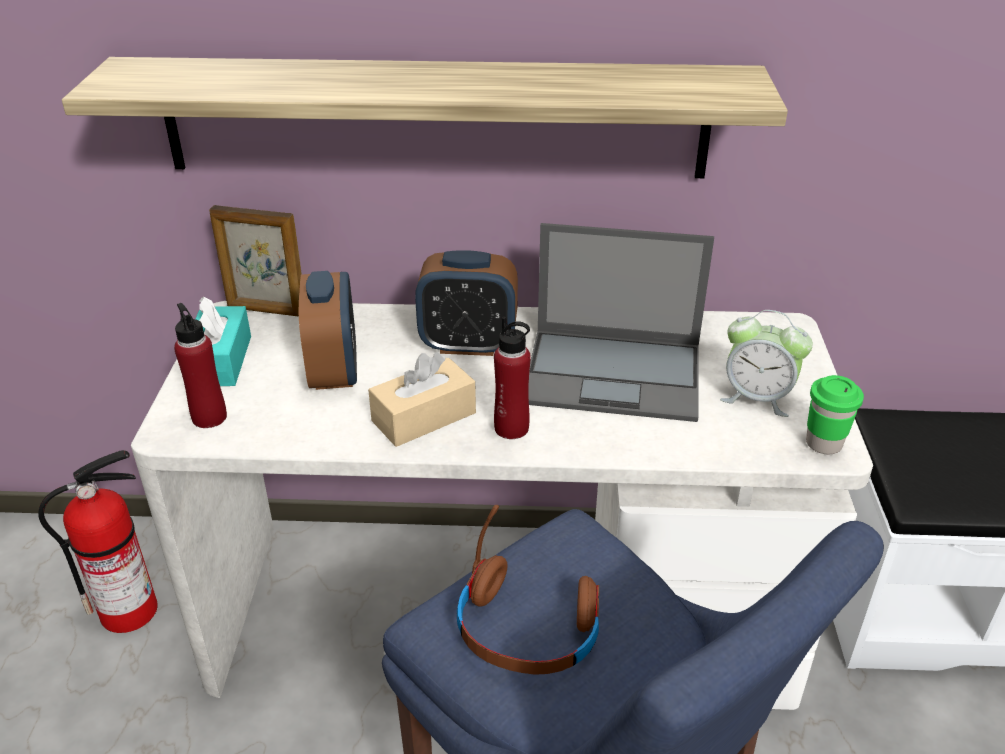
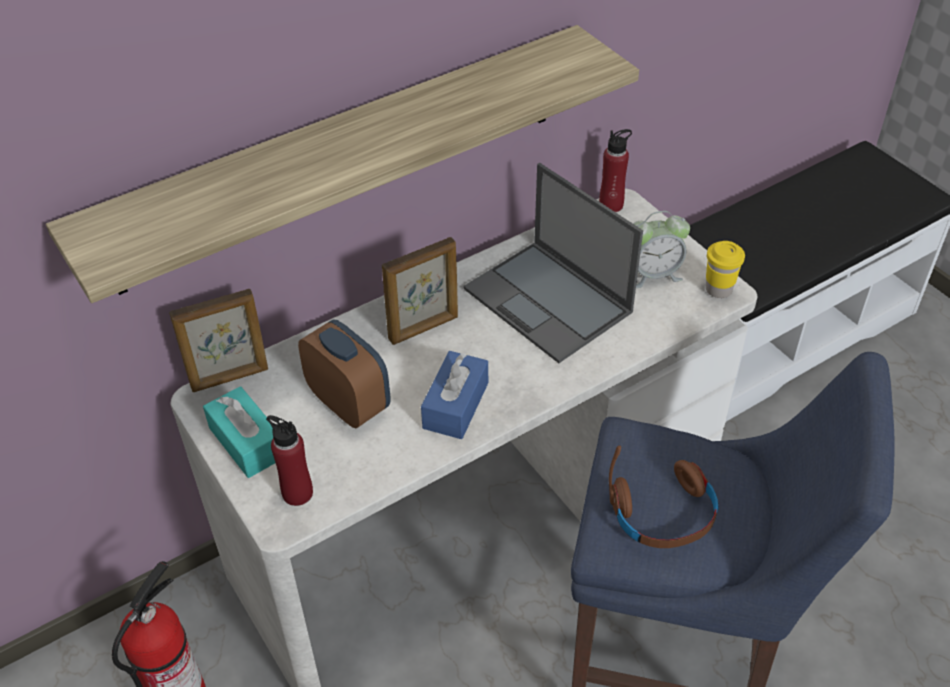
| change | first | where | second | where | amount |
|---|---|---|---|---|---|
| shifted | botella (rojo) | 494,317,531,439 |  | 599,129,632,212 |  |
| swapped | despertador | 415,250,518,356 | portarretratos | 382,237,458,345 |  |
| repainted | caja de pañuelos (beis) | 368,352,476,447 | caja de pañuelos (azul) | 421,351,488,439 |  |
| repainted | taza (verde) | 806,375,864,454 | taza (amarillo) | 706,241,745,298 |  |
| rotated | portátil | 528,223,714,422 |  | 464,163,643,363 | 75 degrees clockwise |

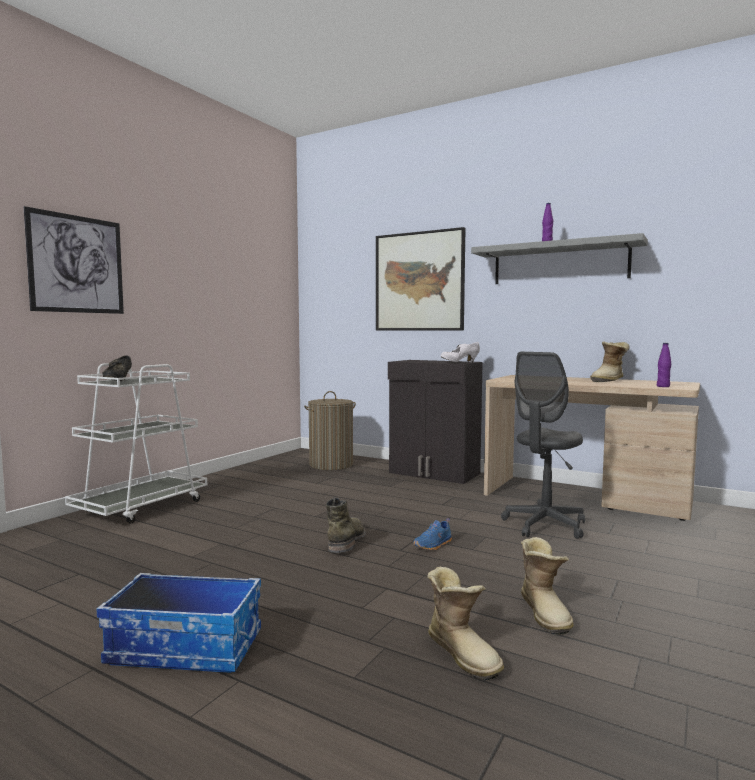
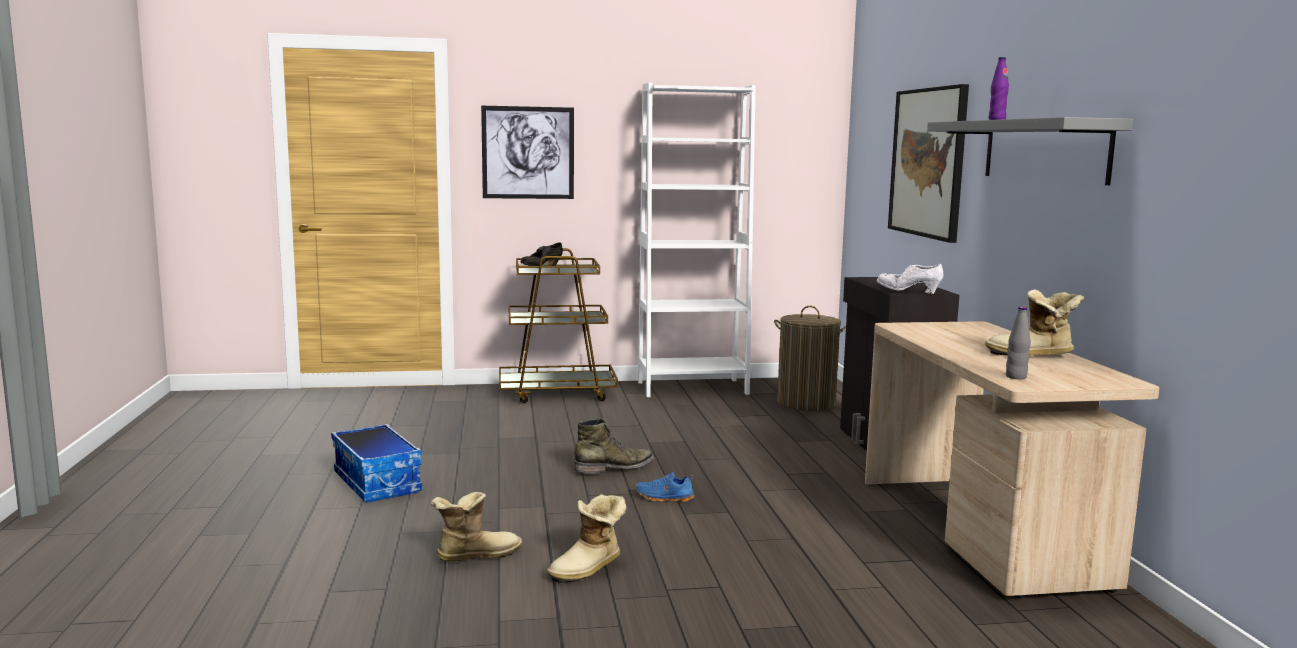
| change | first | where | second | where | amount |
|---|---|---|---|---|---|
| gone | silla de oficina (gris) | 501,352,585,539 |  |  |  |
| new |  |  | estantería (blanco) | 638,82,756,397 |  |
| repainted | carrito (blanco) | 65,363,207,524 | carrito (marrón) | 499,248,618,403 |  |
| repainted | botella (morado) | 657,343,671,387 | botella (gris) | 1006,307,1031,379 |  |
| rotated | bota | 427,567,504,681 |  | 430,492,522,562 | 135 degrees counterclockwise |

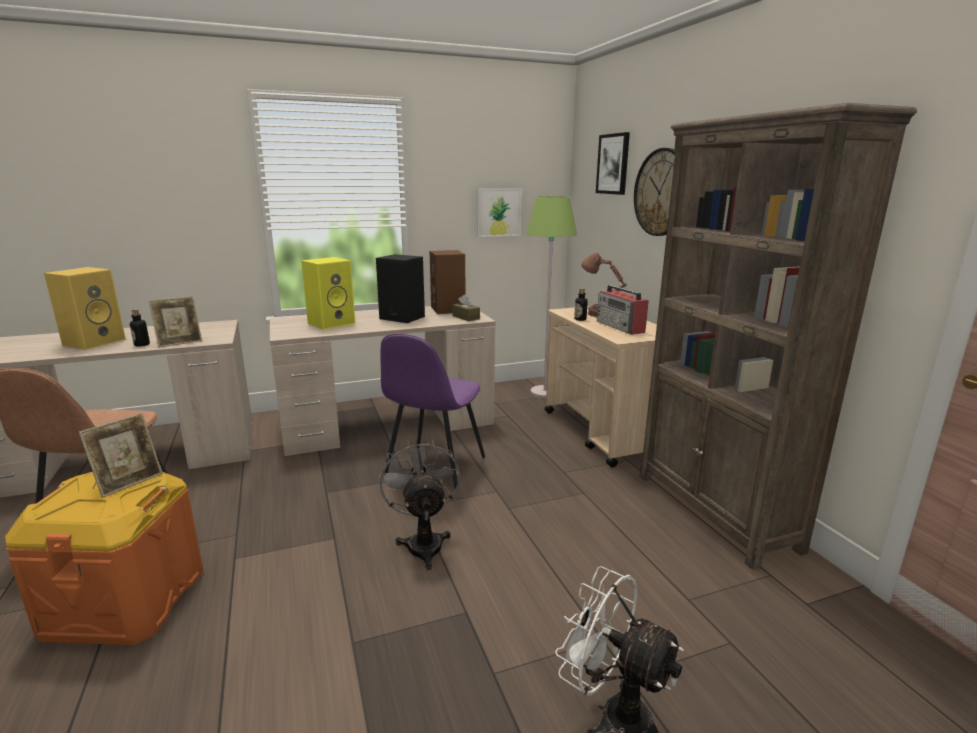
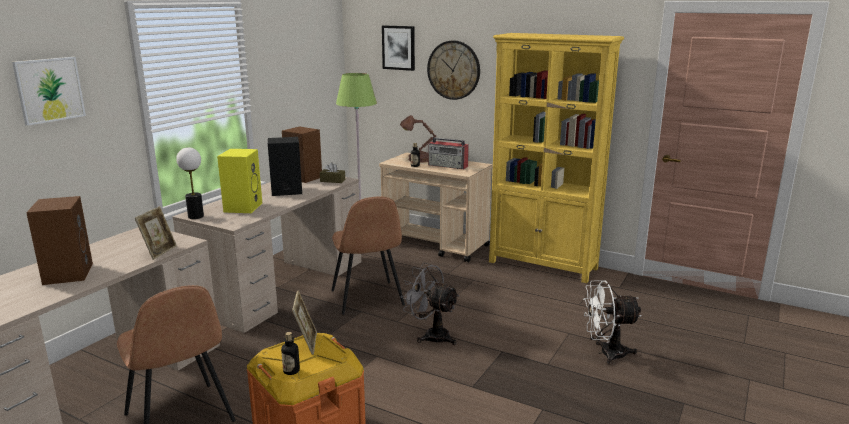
| change | first | where | second | where | amount |
|---|---|---|---|---|---|
| new |  |  | lámpara de mesa | 176,147,204,219 |  |
| shifted | botella | 130,309,150,347 |  | 281,332,300,375 |  |
| shifted | cuadro | 477,188,522,237 |  | 12,57,86,126 |  |
| repainted | altavoz (amarillo) | 44,267,126,350 | altavoz (marrón) | 26,196,93,285 |  |
| repainted | silla (morado) | 380,334,485,490 | silla (marrón) | 331,196,405,315 |  |
| repainted | estantería (marrón) | 640,103,917,570 | estantería (amarillo) | 489,33,624,283 |  |

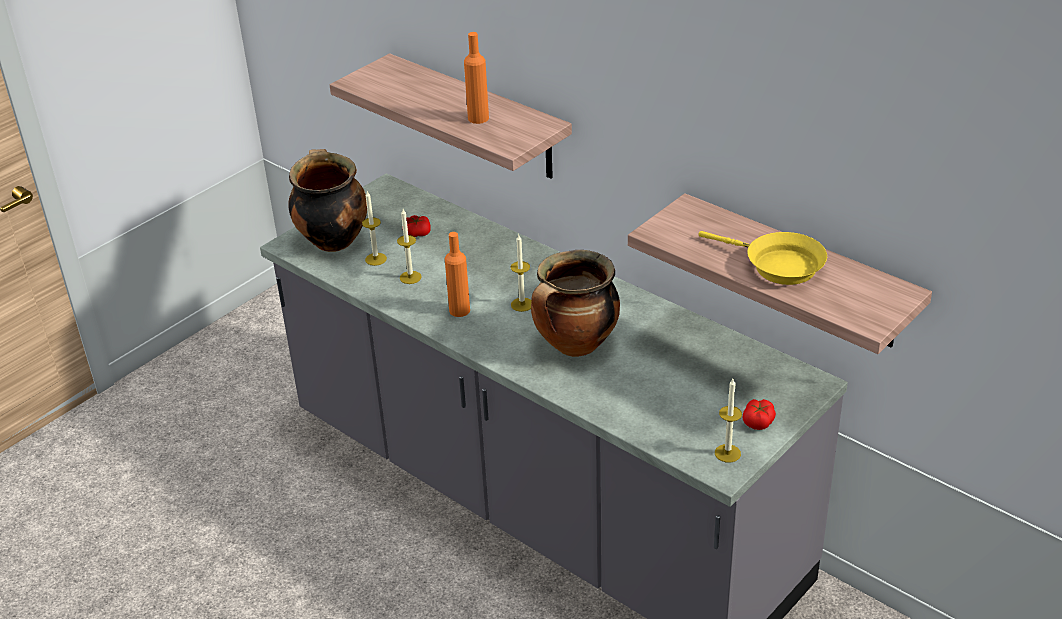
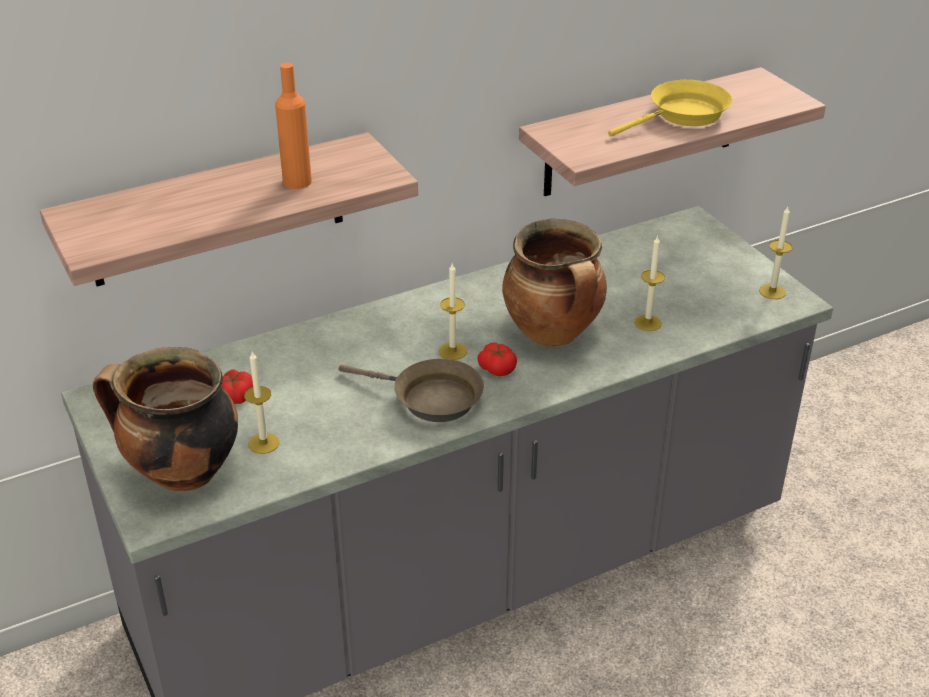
| change | first | where | second | where | amount |
|---|---|---|---|---|---|
| shifted | vela | 397,209,422,284 |  | 634,235,665,331 |  |
| shifted | tomate | 743,399,776,430 |  | 477,342,517,376 |  |
| swapped | botella (naranja) | 445,232,470,317 | sartén (marrón) | 339,359,484,422 |  |

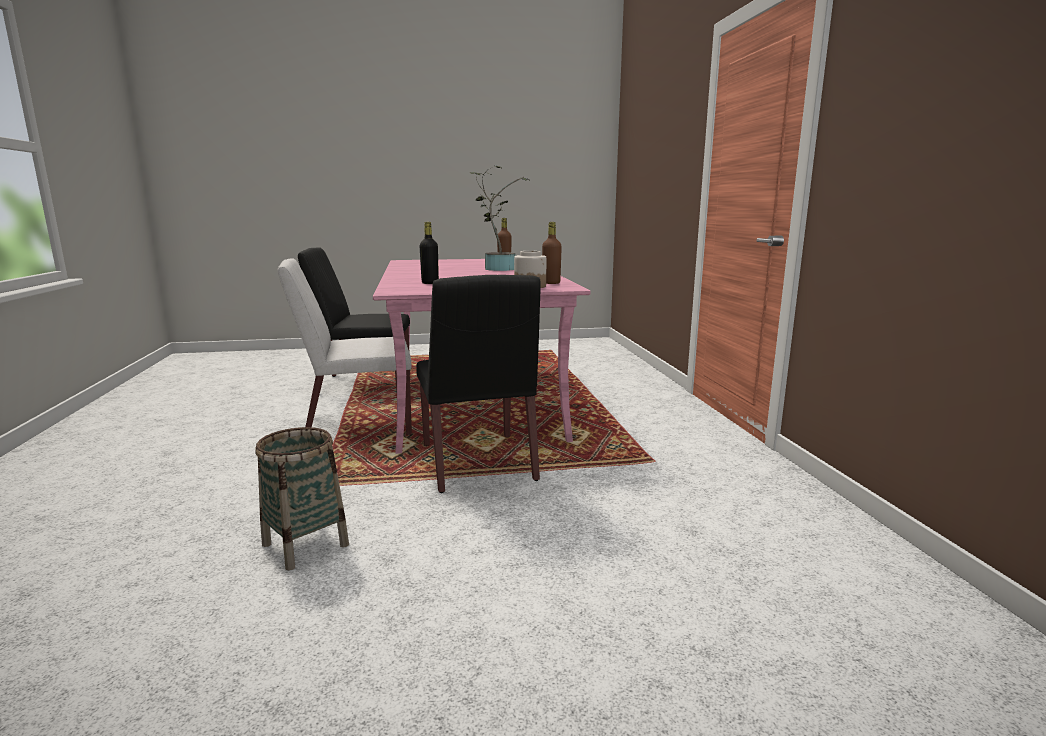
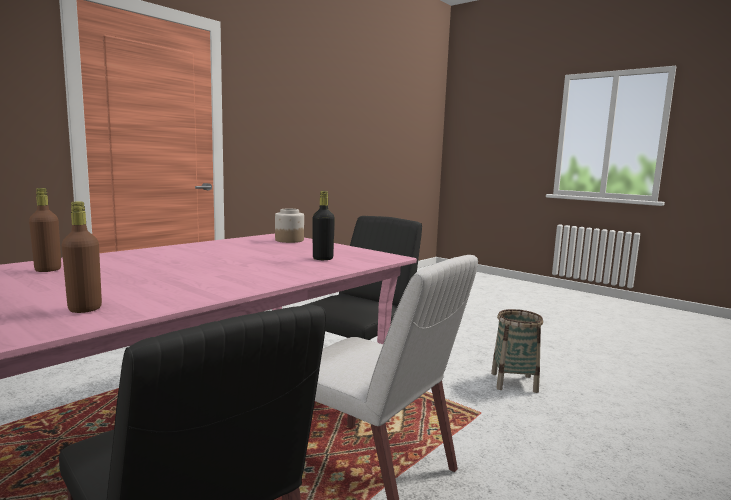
| change | first | where | second | where | amount |
|---|---|---|---|---|---|
| gone | planta en maceta | 470,165,529,271 |  |  |  |
| shifted | botella (marrón) | 542,222,562,284 |  | 62,201,102,313 |  |

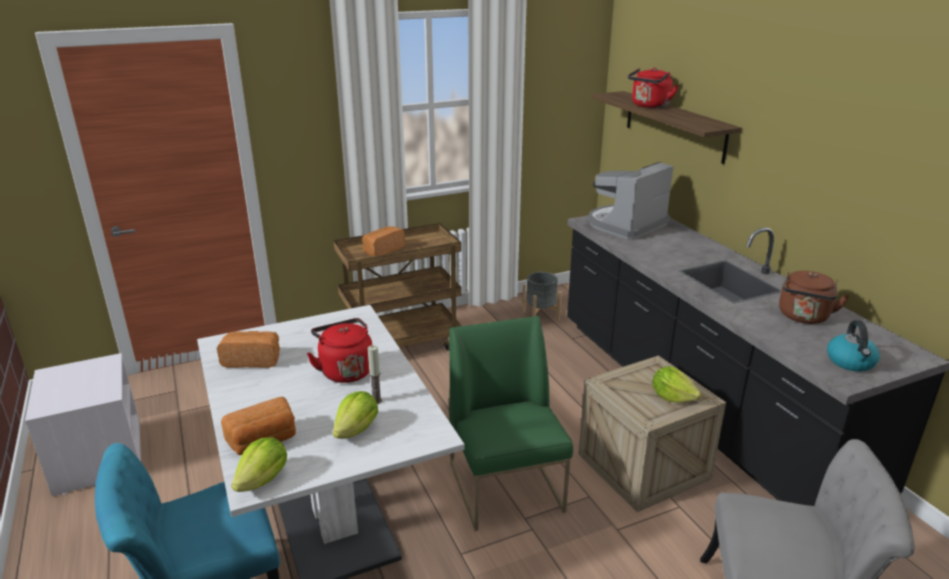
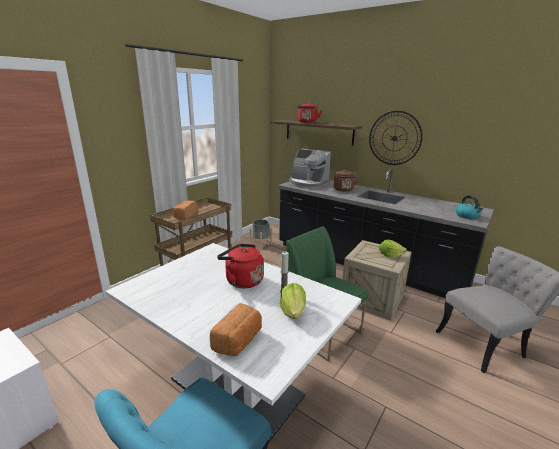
| change | first | where | second | where | amount |
|---|---|---|---|---|---|
| gone | pan | 217,331,280,368 |  |  |  |
| gone | lechuga | 231,437,287,492 |  |  |  |
| new |  |  | reloj de pared | 369,111,423,165 |  |
| shifted | hervidor (marrón) | 779,271,850,324 |  | 333,170,359,191 |  |
| rotated | cafetera | 588,162,674,240 |  | 289,149,331,189 | 75 degrees counterclockwise |

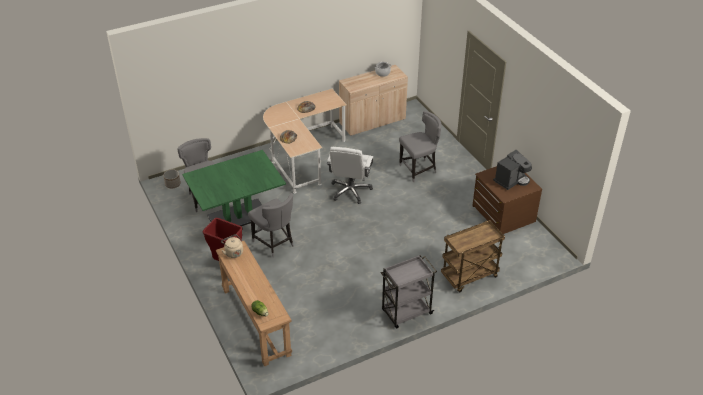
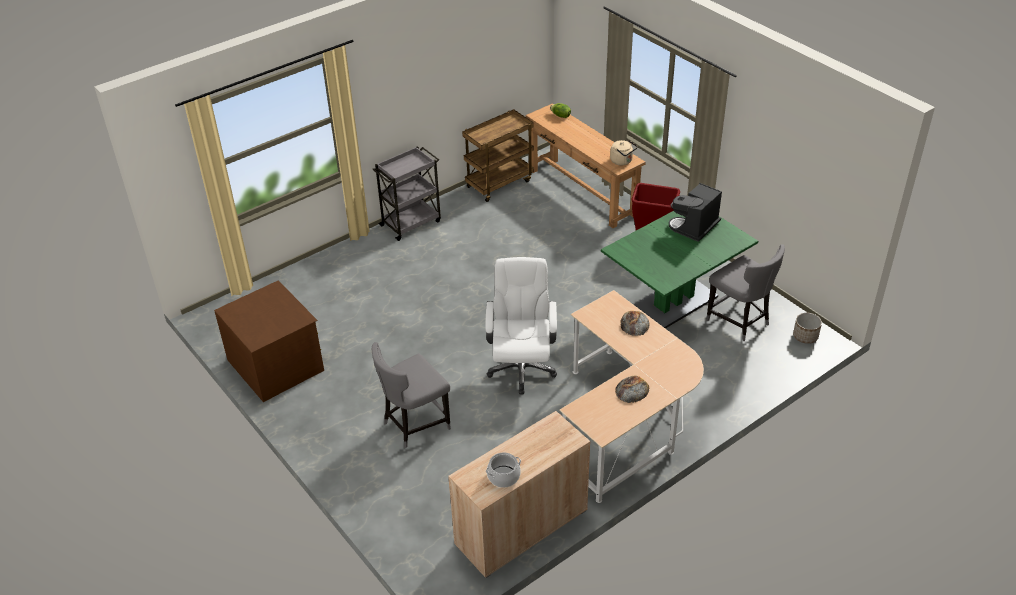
| change | first | where | second | where | amount |
|---|---|---|---|---|---|
| gone | silla (gris) | 248,193,294,257 |  |  |  |
| shifted | carrito (marrón) | 441,220,505,293 |  | 462,109,534,202 |  |
| shifted | cafetera | 493,150,532,190 |  | 669,183,722,242 |  |

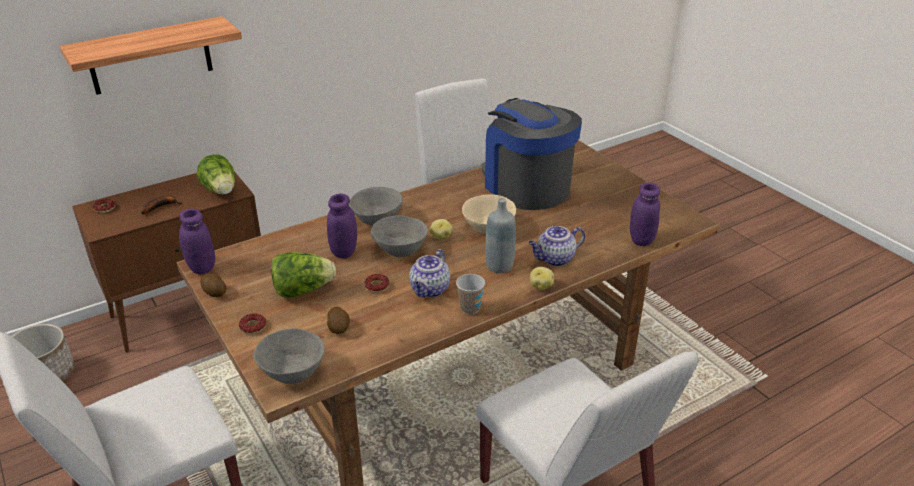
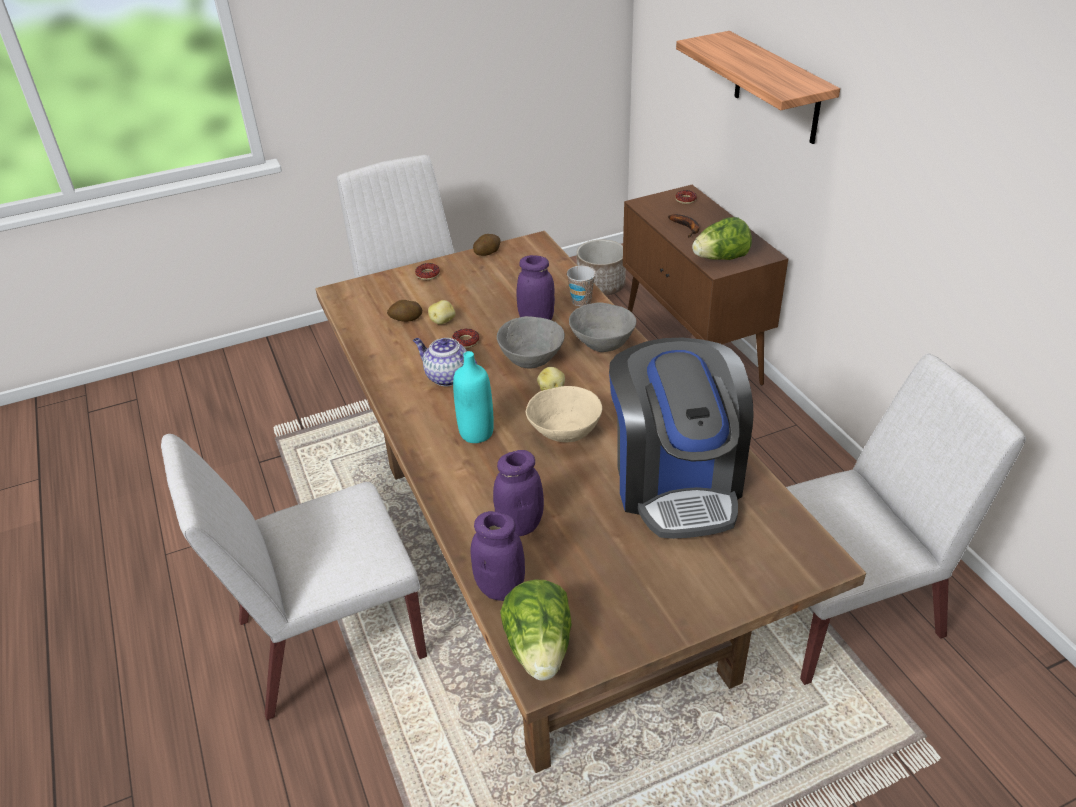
| change | first | where | second | where | amount |
|---|---|---|---|---|---|
| gone | cuenco (gris) | 253,328,325,384 |  |  |  |
| gone | tetera | 529,226,585,267 |  |  |  |
| shifted | tarro (morado) | 179,208,215,274 |  | 493,450,544,536 |  |
| shifted | lechuga | 271,252,336,298 |  | 500,579,572,680 |  |
| shifted | taza | 456,274,485,314 |  | 567,266,596,306 |  |
| shifted | patata | 530,267,554,290 |  | 428,300,455,325 |  |
| repainted | botella (gris) | 486,198,516,273 | botella (turquesa) | 453,351,494,443 |  |
| rotated | cafetera | 482,98,582,210 |  | 609,337,754,539 | 105 degrees clockwise |

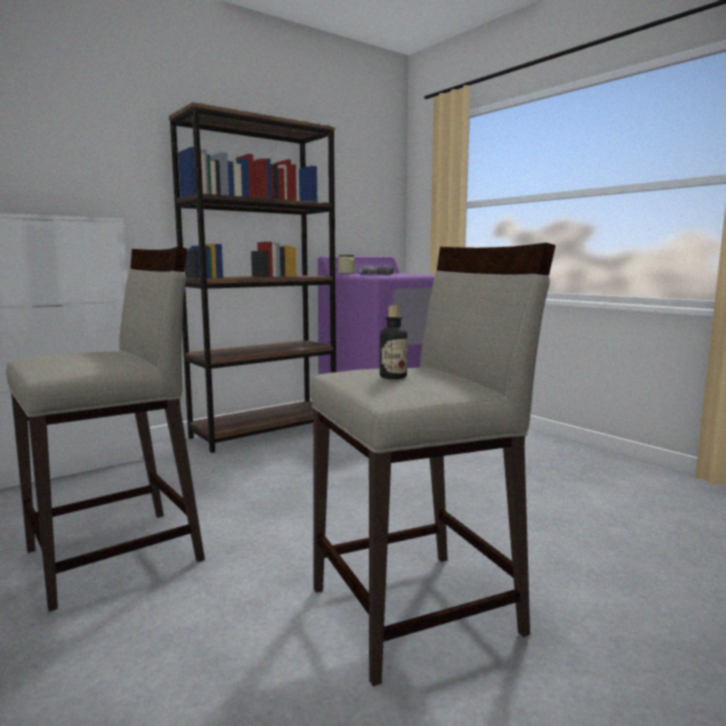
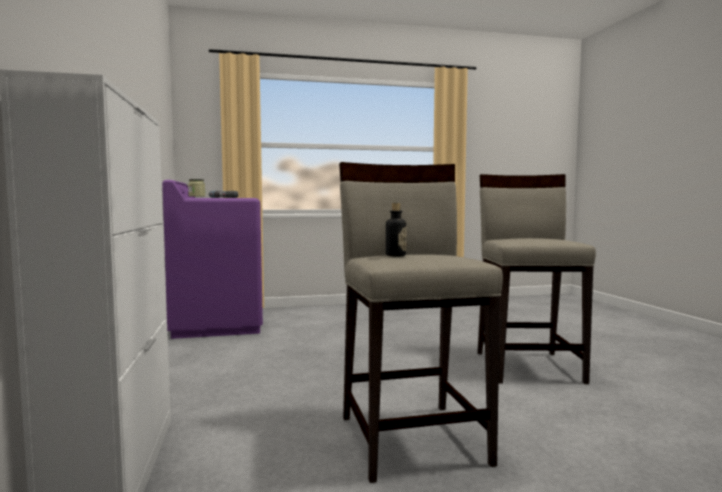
| change | first | where | second | where | amount |
|---|---|---|---|---|---|
| gone | estantería (marrón) | 169,102,336,453 |  |  |  |
| shifted | botella | 380,306,408,379 |  | 386,203,406,256 |  |

